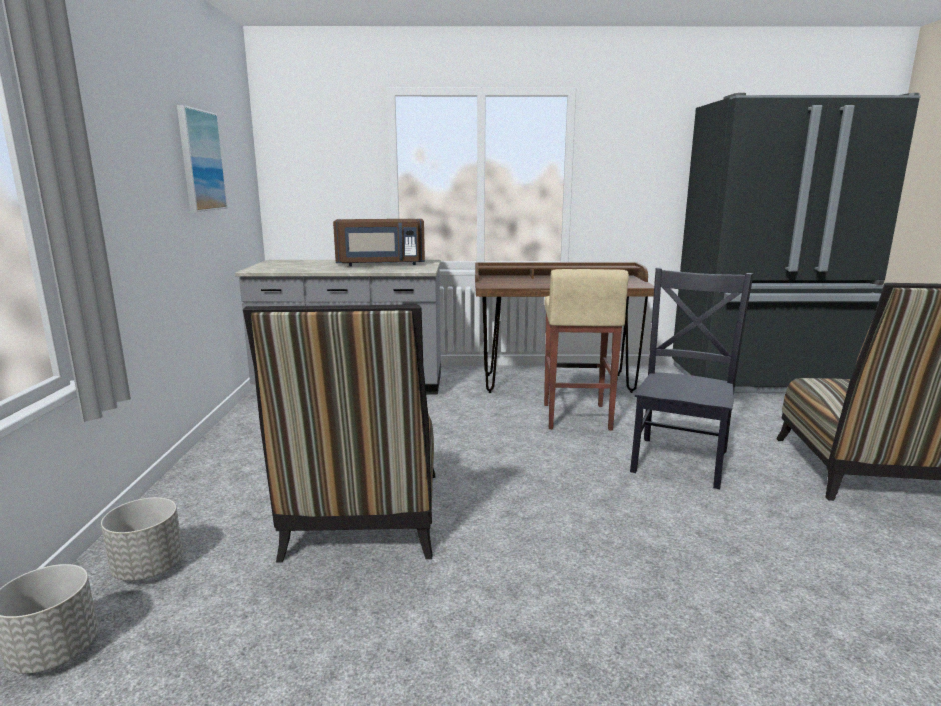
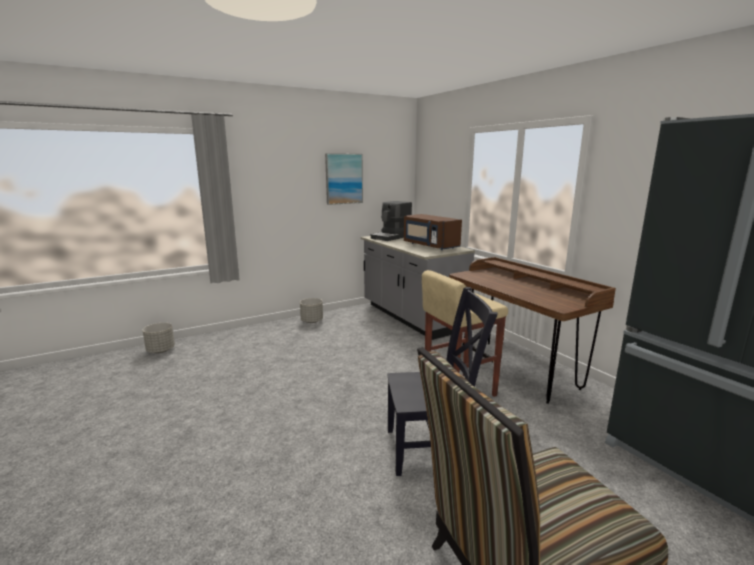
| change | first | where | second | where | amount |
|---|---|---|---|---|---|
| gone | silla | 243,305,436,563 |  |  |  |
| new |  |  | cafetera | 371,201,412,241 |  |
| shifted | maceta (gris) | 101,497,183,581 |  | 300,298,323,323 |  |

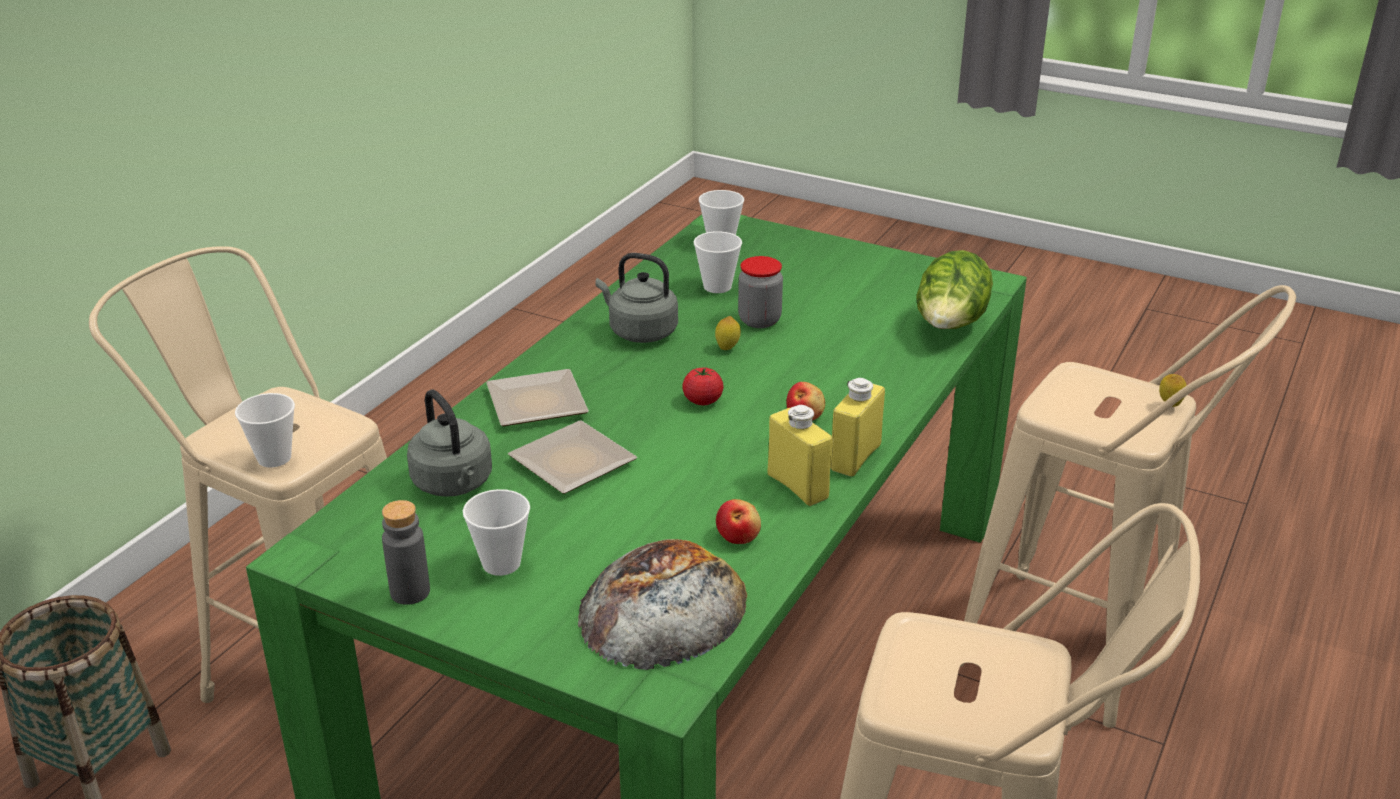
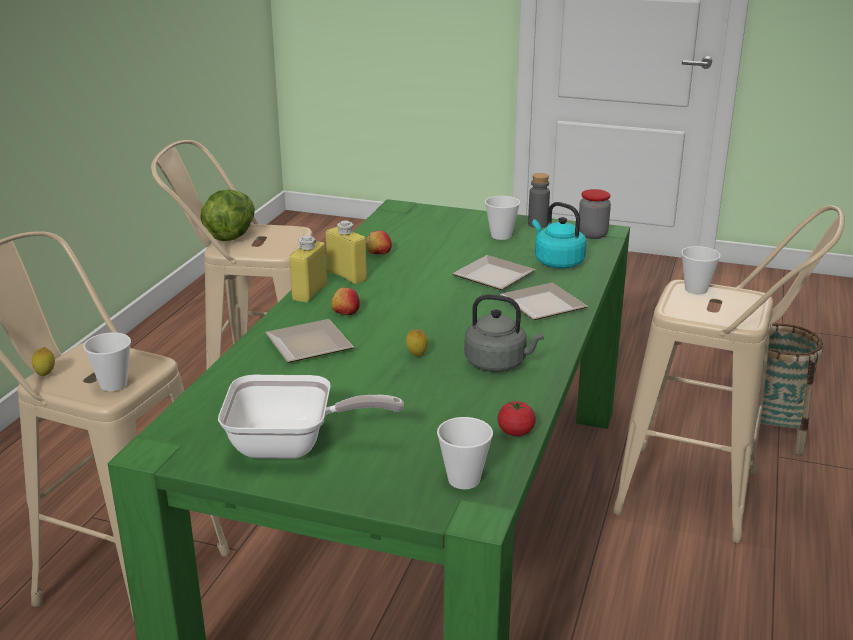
| change | first | where | second | where | amount |
|---|---|---|---|---|---|
| gone | pan | 578,539,747,670 |  |  |  |
| new |  |  | sartén | 218,375,404,459 |  |
| new |  |  | plato | 266,319,354,363 |  |
| shifted | tomate | 682,368,724,405 |  | 497,401,536,436 |  |
| shifted | taza | 694,231,742,293 |  | 83,332,131,391 |  |
| shifted | tarro | 738,256,783,328 |  | 579,189,611,239 |  |
| shifted | lechuga | 916,250,993,329 |  | 200,190,255,241 |  |
| repainted | hervidor (gris) | 407,390,492,497 | hervidor (turquesa) | 532,202,587,268 |  |

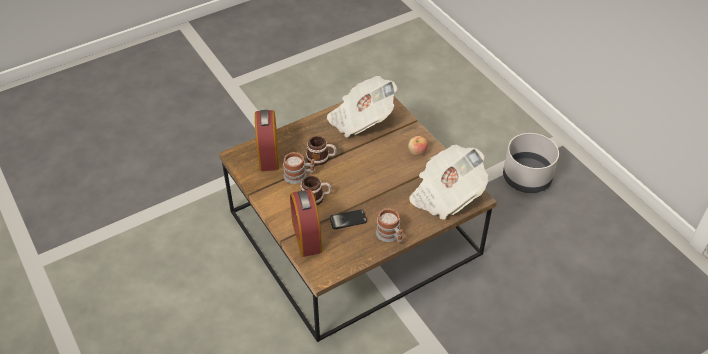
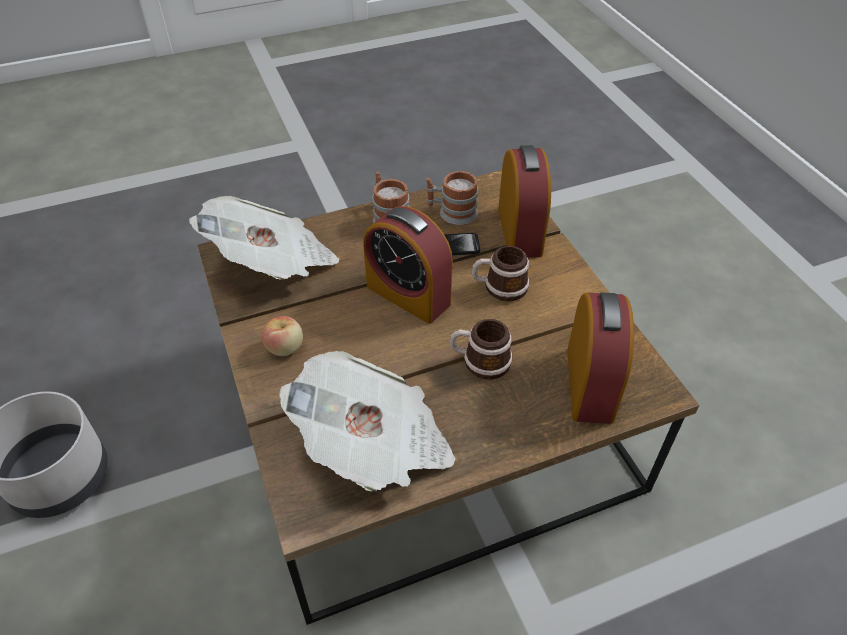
| change | first | where | second | where | amount |
|---|---|---|---|---|---|
| new |  |  | despertador | 363,206,453,324 |  |
| shifted | taza grande | 283,152,315,184 |  | 426,171,478,225 |  |

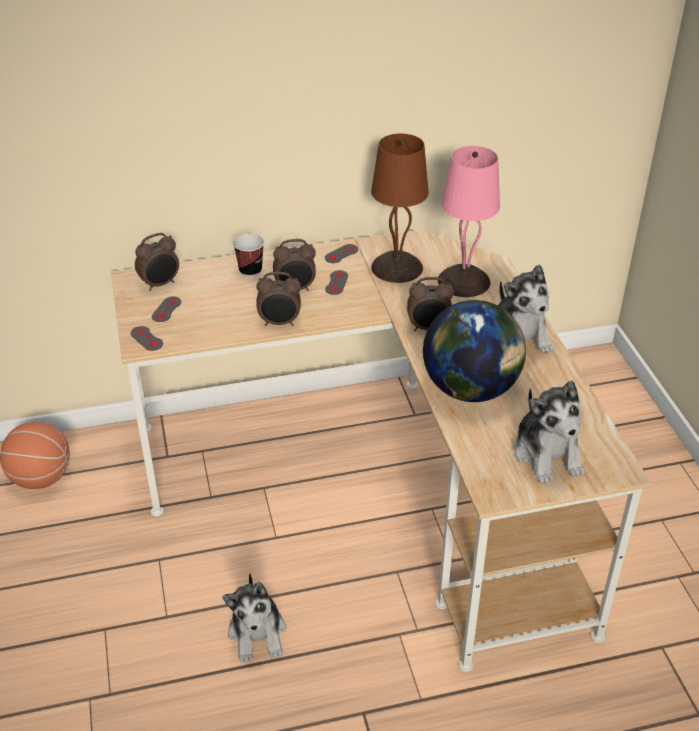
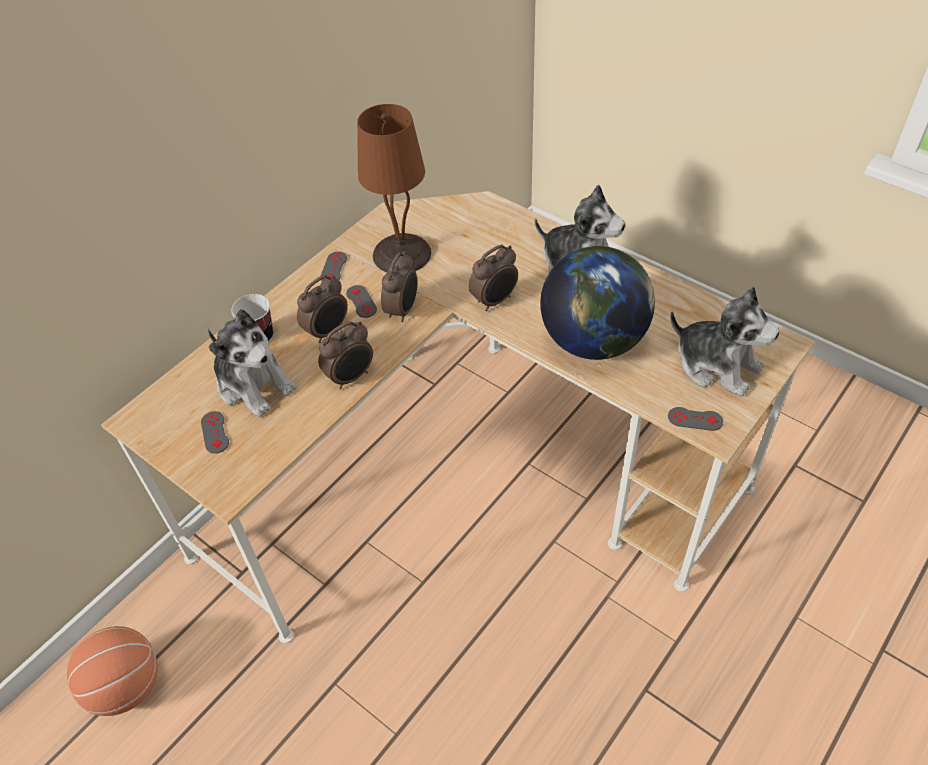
| change | first | where | second | where | amount |
|---|---|---|---|---|---|
| gone | lámpara de mesa (rosa) | 438,146,500,297 |  |  |  |
| shifted | mando de consola (gris) | 131,326,163,351 |  | 668,407,723,431 |  |
| shifted | despertador | 135,233,179,291 |  | 381,251,417,322 |  |
| shifted | peluche | 223,573,286,663 |  | 207,309,297,417 |  |

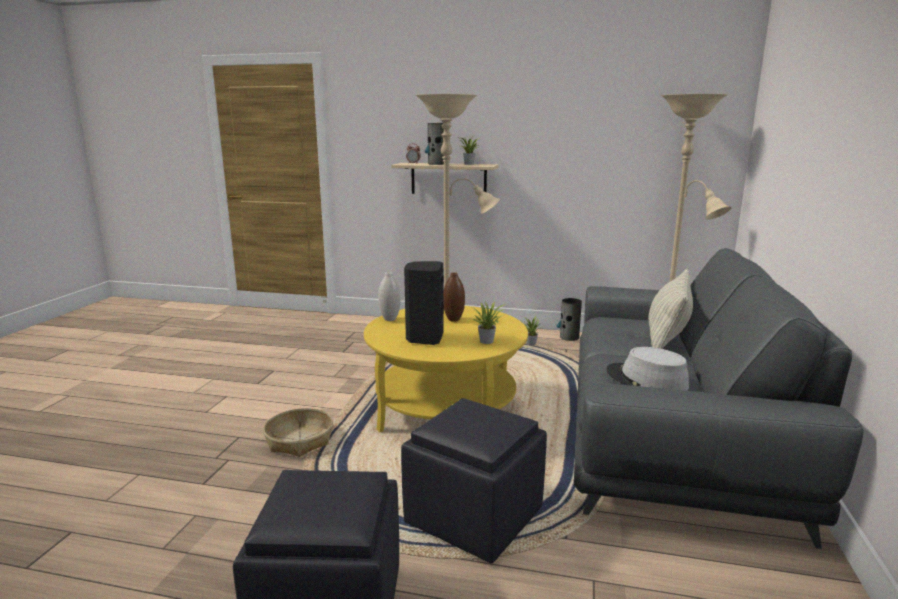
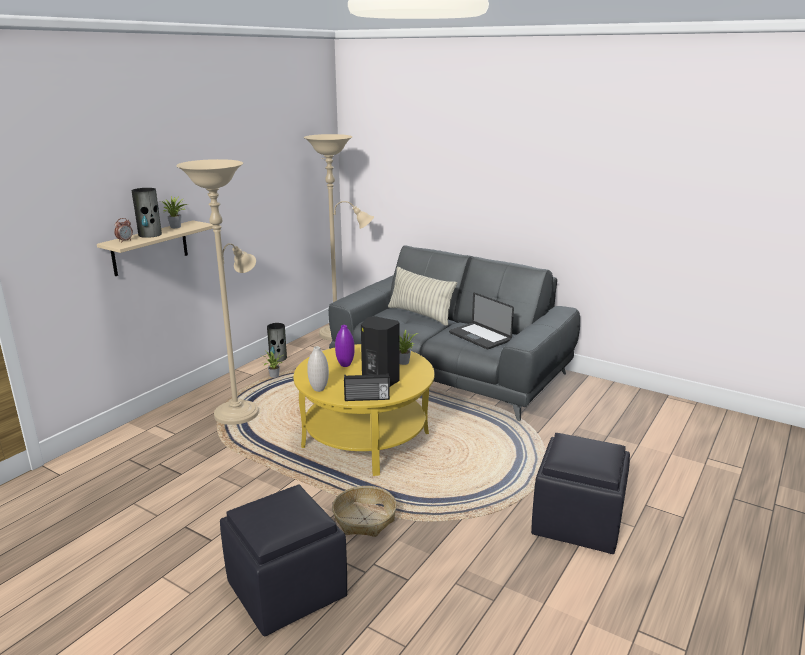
| change | first | where | second | where | amount |
|---|---|---|---|---|---|
| new |  |  | radio | 344,373,390,401 |  |
| shifted | puf (negro) | 401,398,547,564 |  | 220,484,347,636 |  |
| swapped | sombrero (gris) | 606,347,689,391 | portátil | 449,293,514,350 |  |
| repainted | florero (marrón) | 443,272,465,322 | florero (morado) | 335,325,355,367 |  |

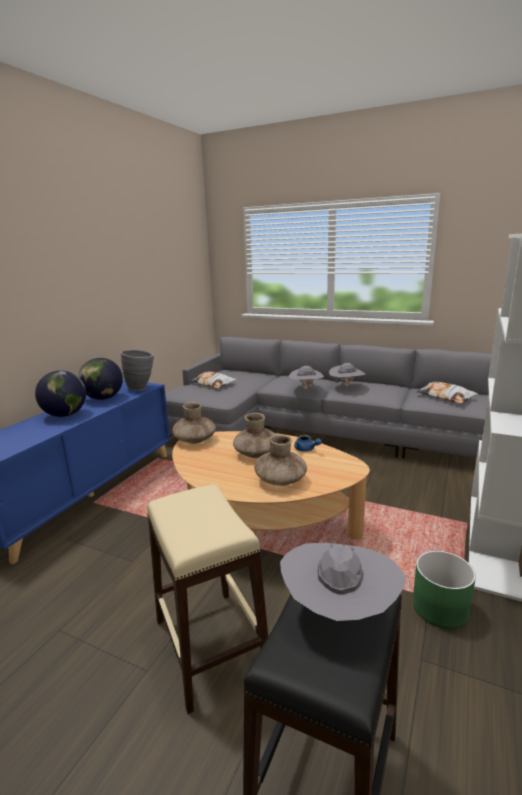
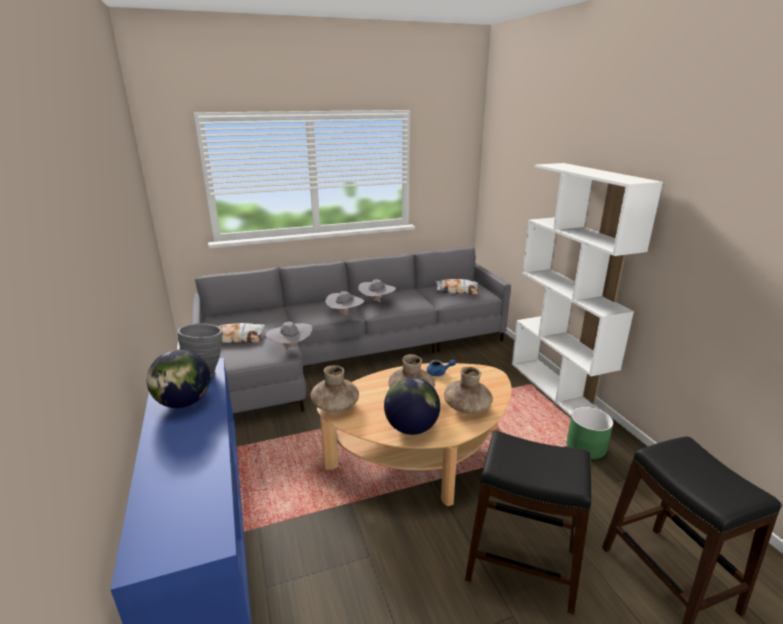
| change | first | where | second | where | amount |
|---|---|---|---|---|---|
| shifted | globo terráqueo | 35,370,86,417 |  | 384,377,440,435 |  |
| shifted | sombrero (gris) | 280,543,406,621 |  | 266,322,312,349 |  |
| repainted | taburete (beis) | 147,485,268,714 | taburete (negro) | 465,431,591,614 |  |

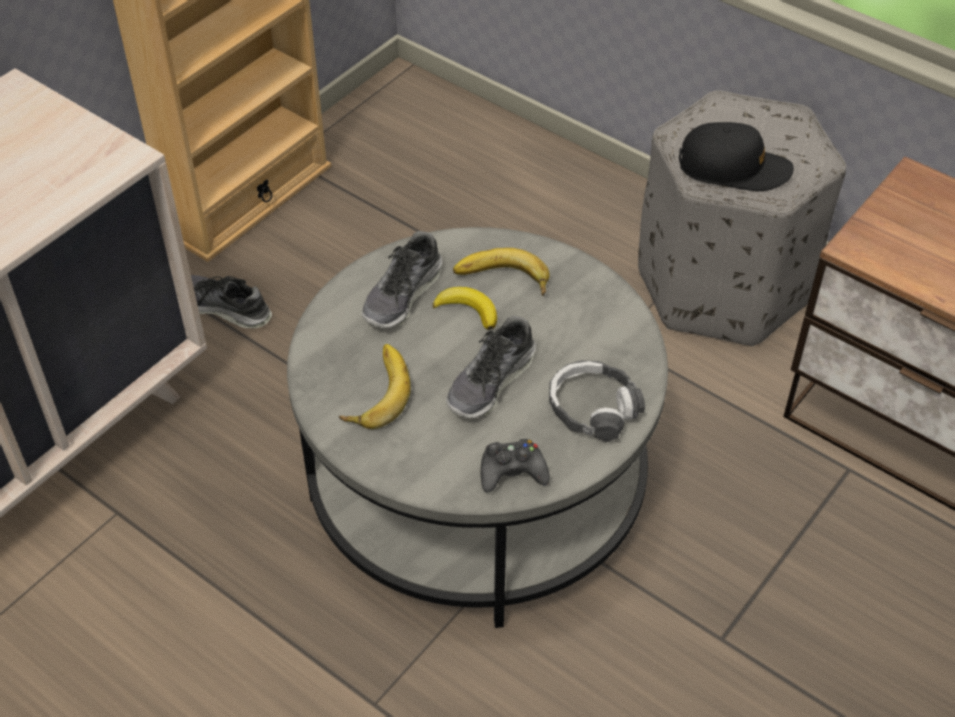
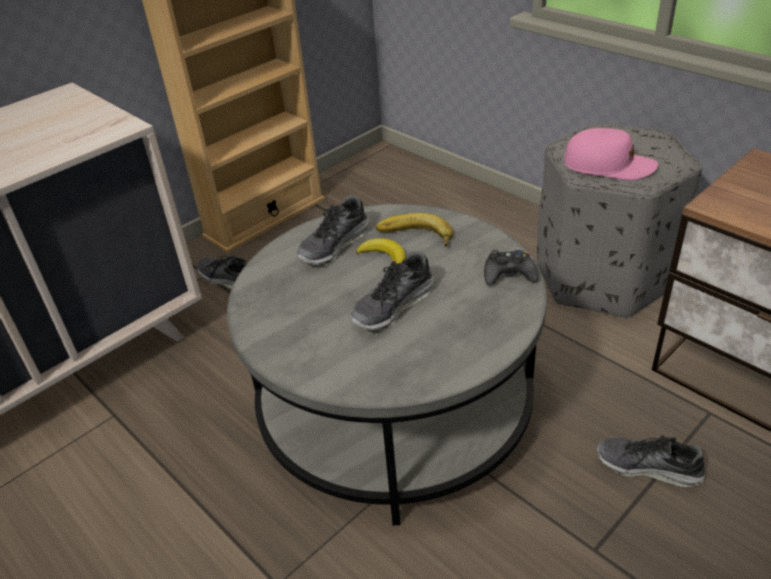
| change | first | where | second | where | amount |
|---|---|---|---|---|---|
| gone | plátano | 339,344,411,429 |  |  |  |
| gone | auriculares | 549,360,645,442 |  |  |  |
| new |  |  | zapato | 597,435,705,487 |  |
| shifted | mando de consola (negro) | 481,439,550,492 |  | 484,250,539,286 |  |
| repainted | gorra (negro) | 679,122,794,191 | gorra (rosa) | 564,128,658,180 |  |

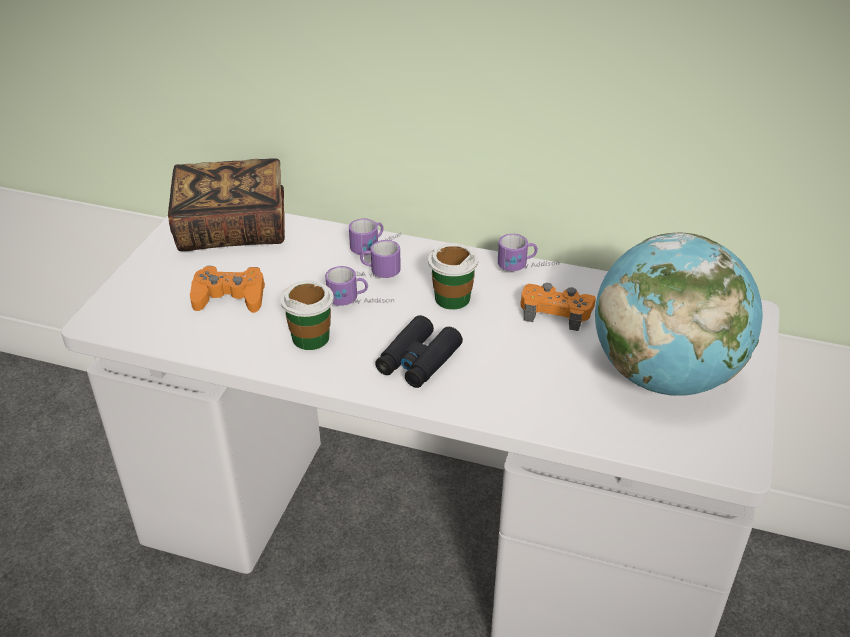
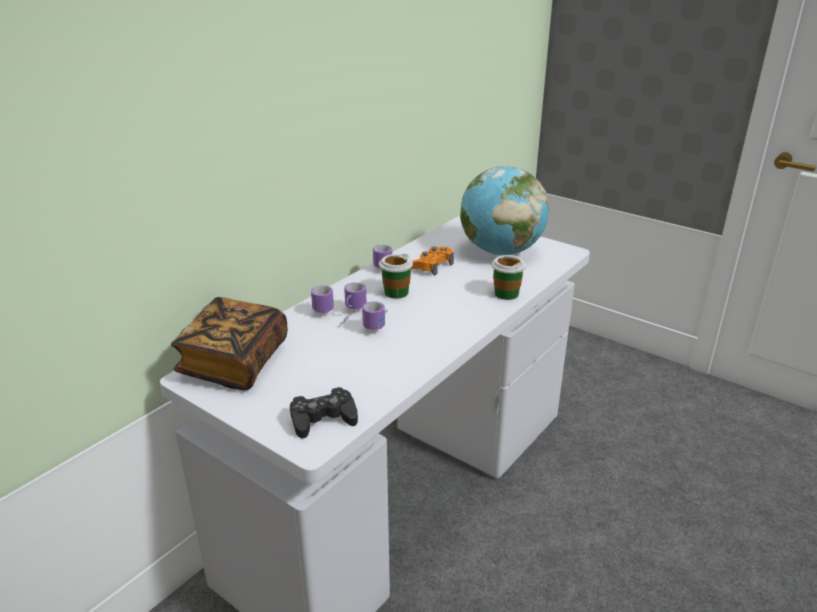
| change | first | where | second | where | amount |
|---|---|---|---|---|---|
| gone | mando de consola (naranja) | 190,266,265,313 |  |  |  |
| gone | prismáticos (negro) | 375,315,463,388 |  |  |  |
| new |  |  | mando de consola (negro) | 290,387,358,439 |  |
| shifted | taza | 281,280,334,350 |  | 492,255,526,300 |  |

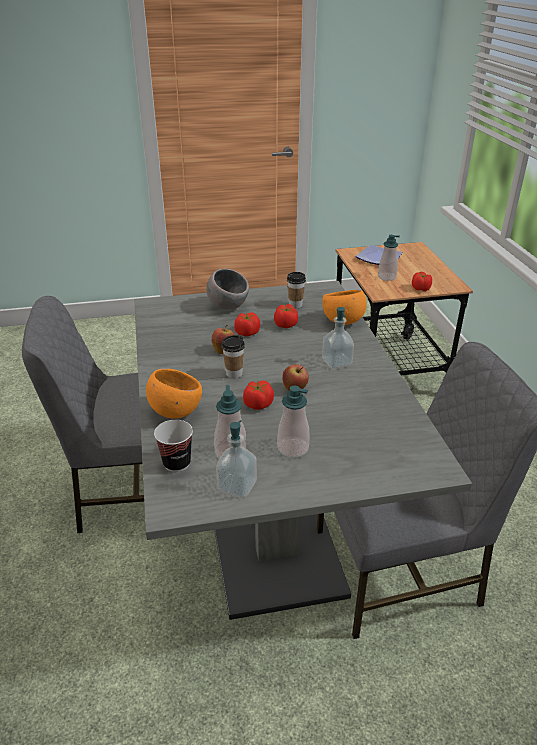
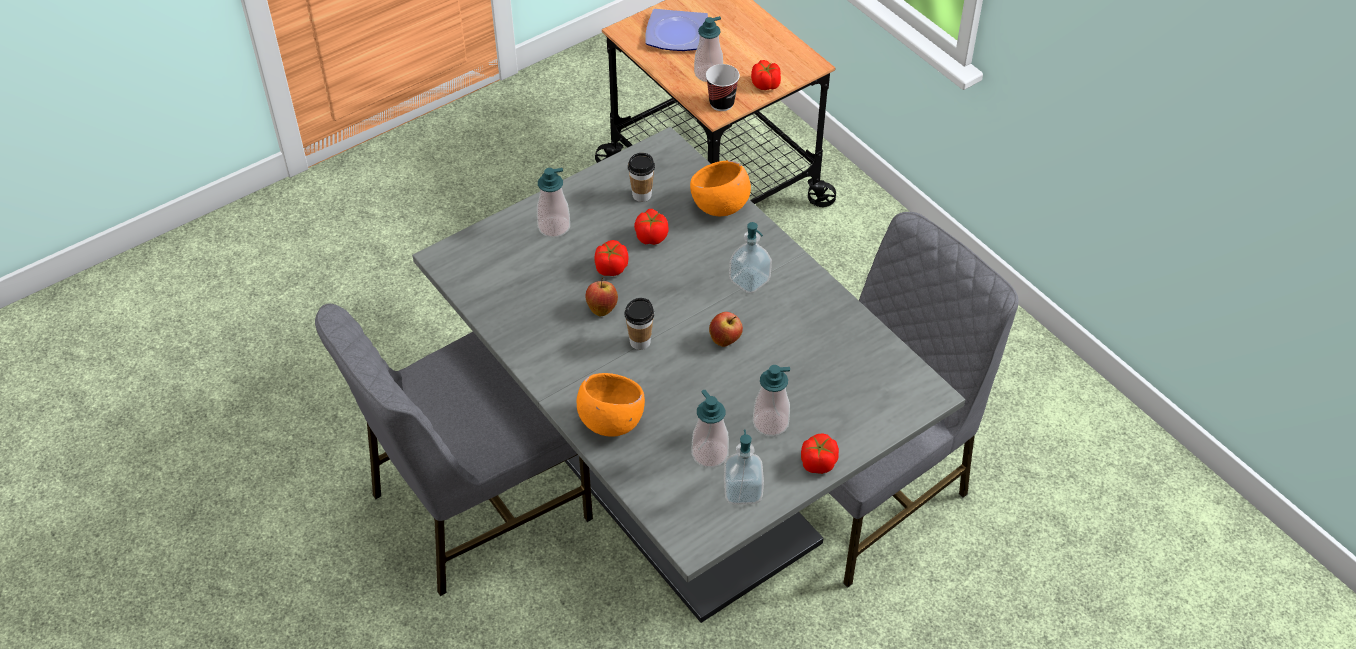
| change | first | where | second | where | amount |
|---|---|---|---|---|---|
| shifted | taza | 154,420,193,472 |  | 706,64,740,111 |  |
| shifted | tomate | 243,380,274,410 |  | 801,433,839,474 |  |
| swapped | cuenco (gris) | 206,269,249,310 | dispensador de jabón | 537,168,570,237 |  |

